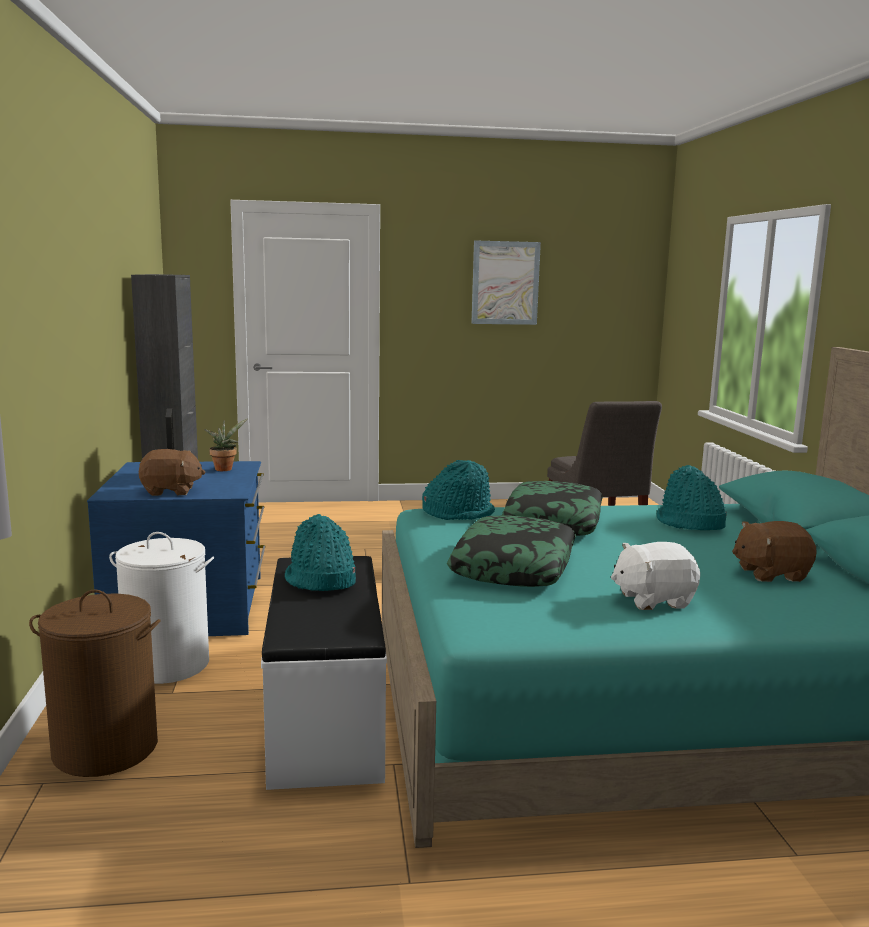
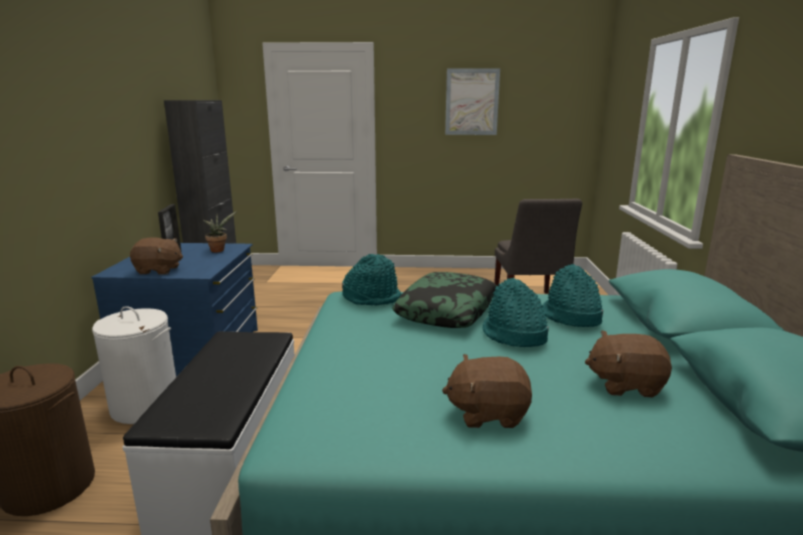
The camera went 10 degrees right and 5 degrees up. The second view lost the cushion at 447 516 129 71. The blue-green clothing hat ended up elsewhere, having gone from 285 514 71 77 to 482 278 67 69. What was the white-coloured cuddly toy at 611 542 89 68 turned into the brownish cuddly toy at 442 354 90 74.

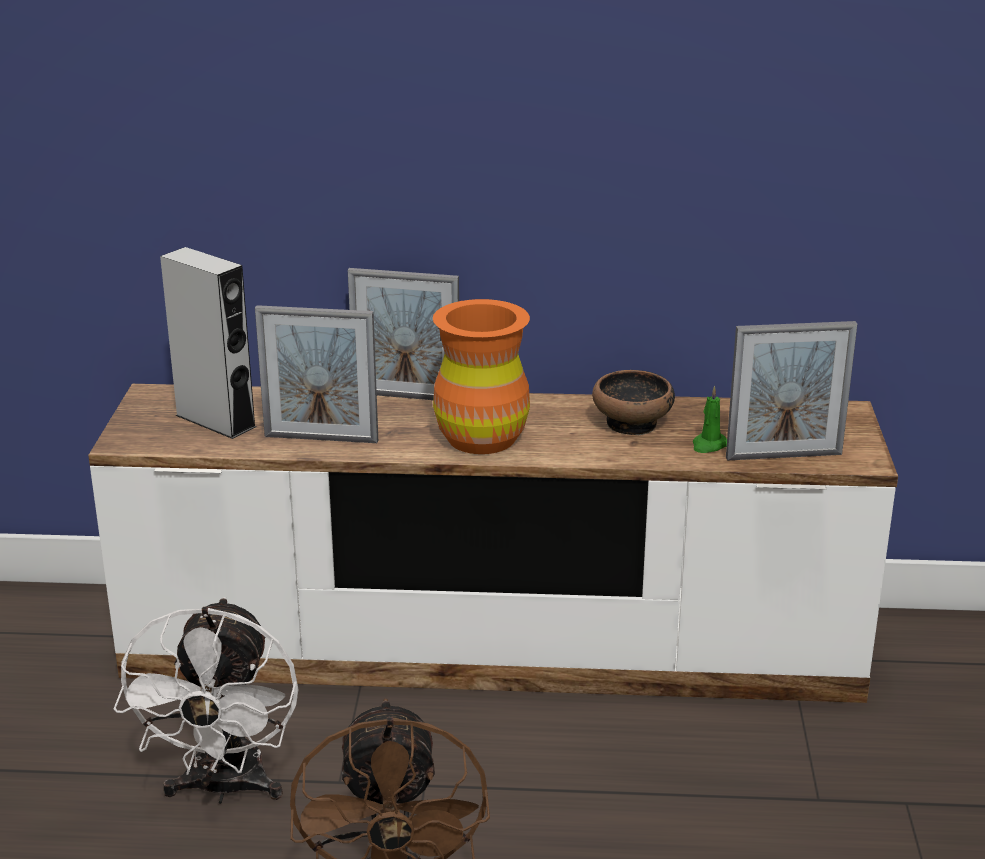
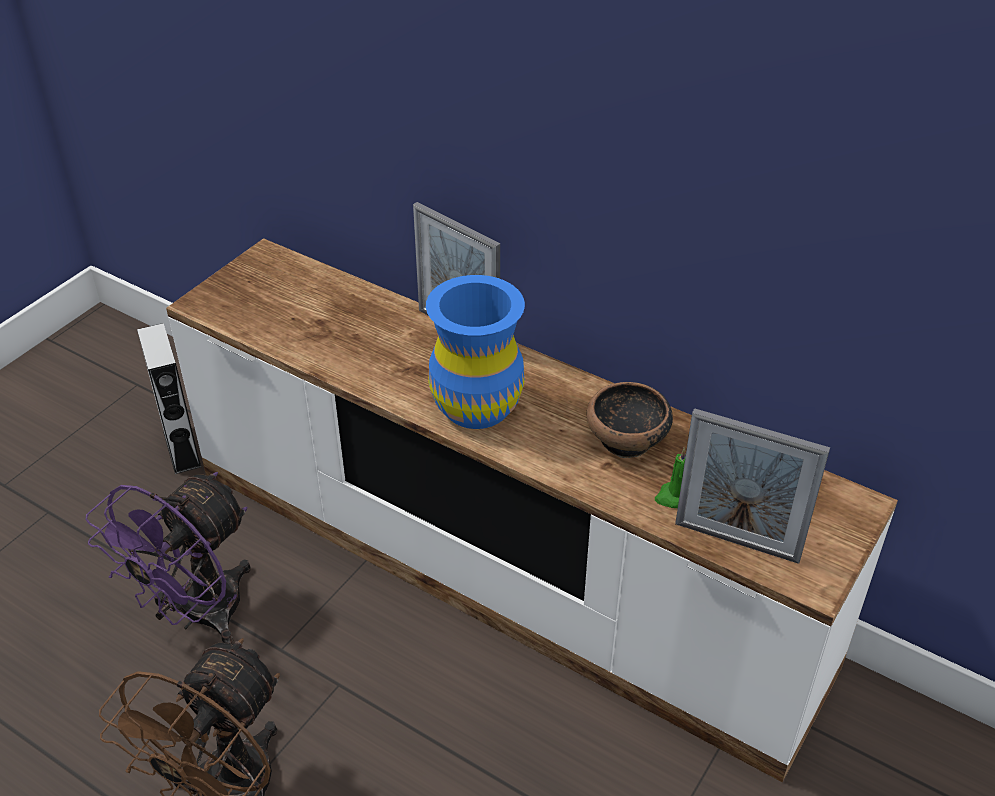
The camera went 30 degrees right and 15 degrees up. The second view lost the picture frame at 255 305 123 138. The grey audio speaker ended up elsewhere, having gone from 160 247 97 192 to 137 323 64 151. What was the white-coloured cooling fan at 114 597 185 207 turned into the purple cooling fan at 85 472 166 171. What was the orangey decorative vase at 433 299 97 155 turned into the blue decorative vase at 426 275 99 154.

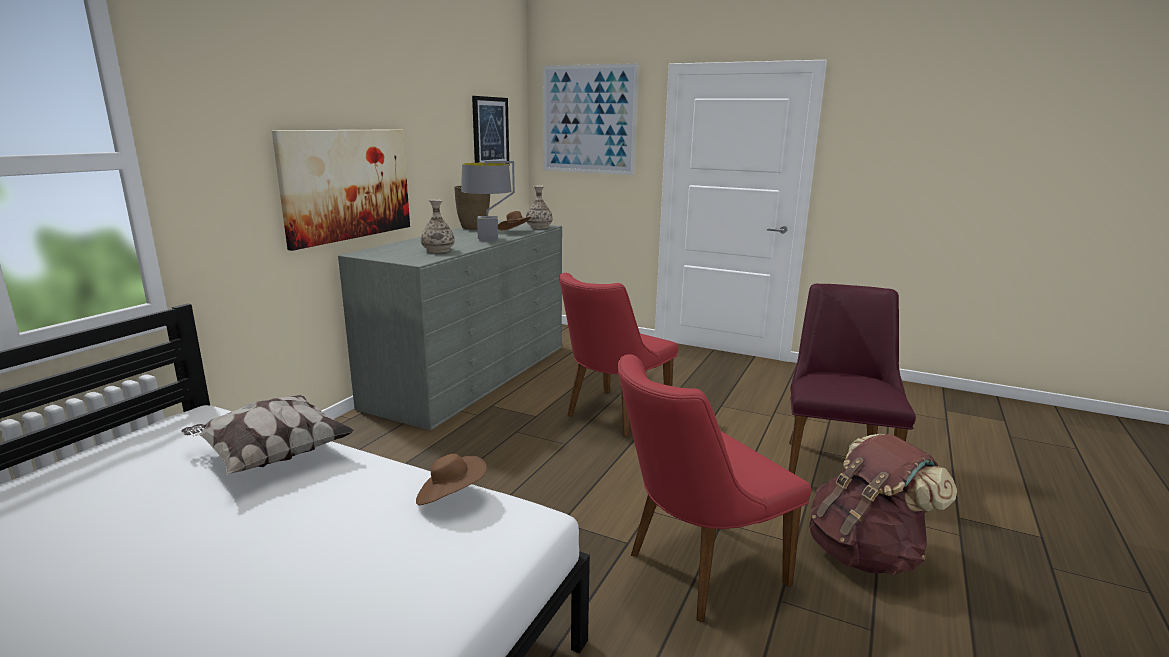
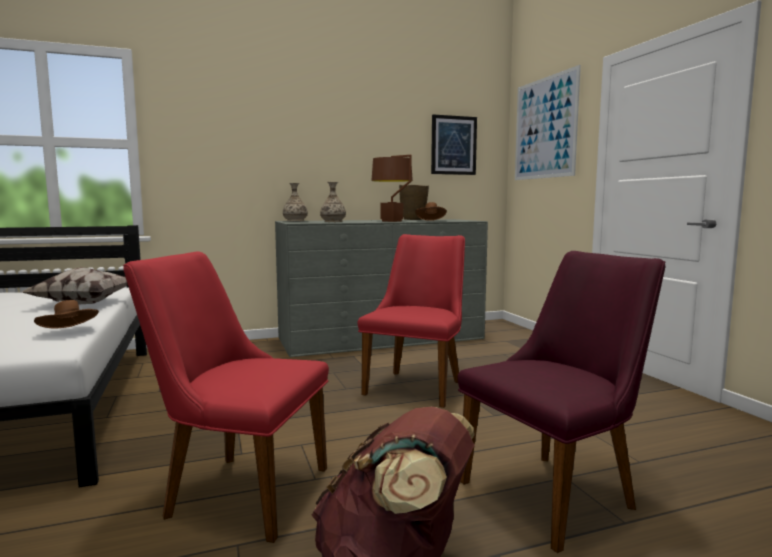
The camera went 45 degrees right and 10 degrees down. The second view lost the wall art at 272 129 138 122. The decorative vase ended up elsewhere, having gone from 526 185 27 44 to 283 183 25 38. What was the grey lamp for a table at 461 161 54 80 turned into the brownish lamp for a table at 371 155 42 67. The red upright chair at 559 273 120 164 ended up facing another way, 120 degrees clockwise from before.

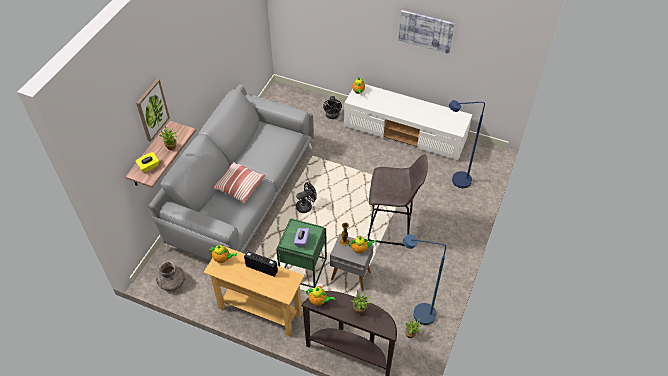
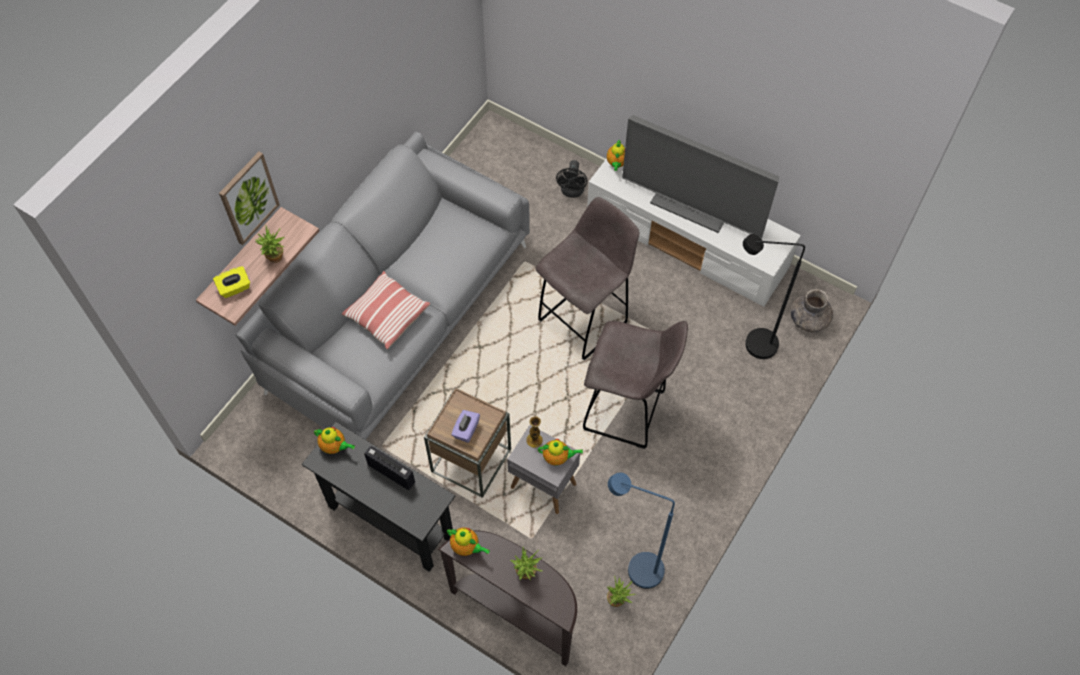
The camera went 10 degrees right and 10 degrees up. The second view lost the black cooling fan at 296 182 21 31. The second view lost the wall art at 398 10 57 44. The second view gained the grey stool seat at 536 197 103 163. The second view gained the TV at 622 115 157 124. The grey decorative vase ended up elsewhere, having gone from 156 261 29 30 to 790 289 43 43. What was the beige-coloured hall table at 203 246 101 90 turned into the black hall table at 302 422 153 150. What was the greenish end table at 276 218 51 70 turned into the brownish end table at 424 388 87 110. What was the blue floor lamp at 449 100 36 88 turned into the black floor lamp at 743 234 62 125.

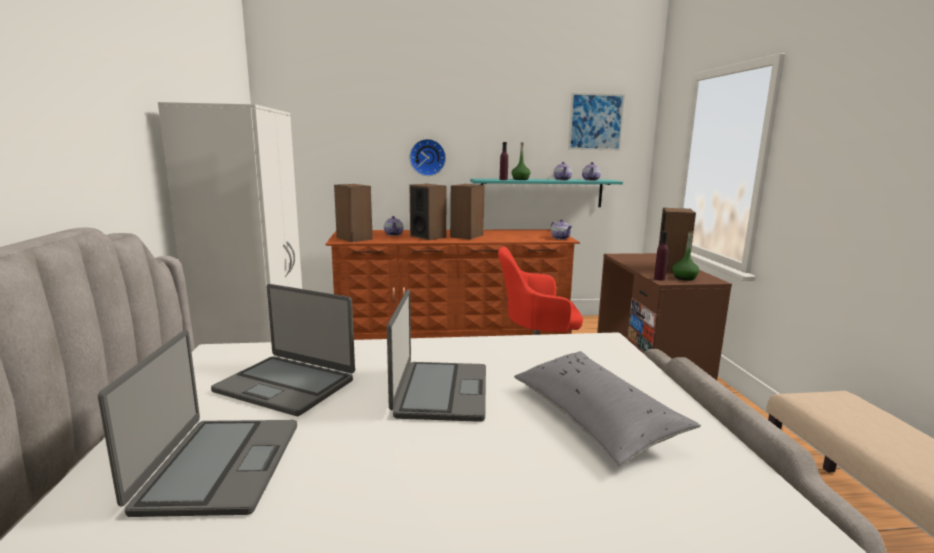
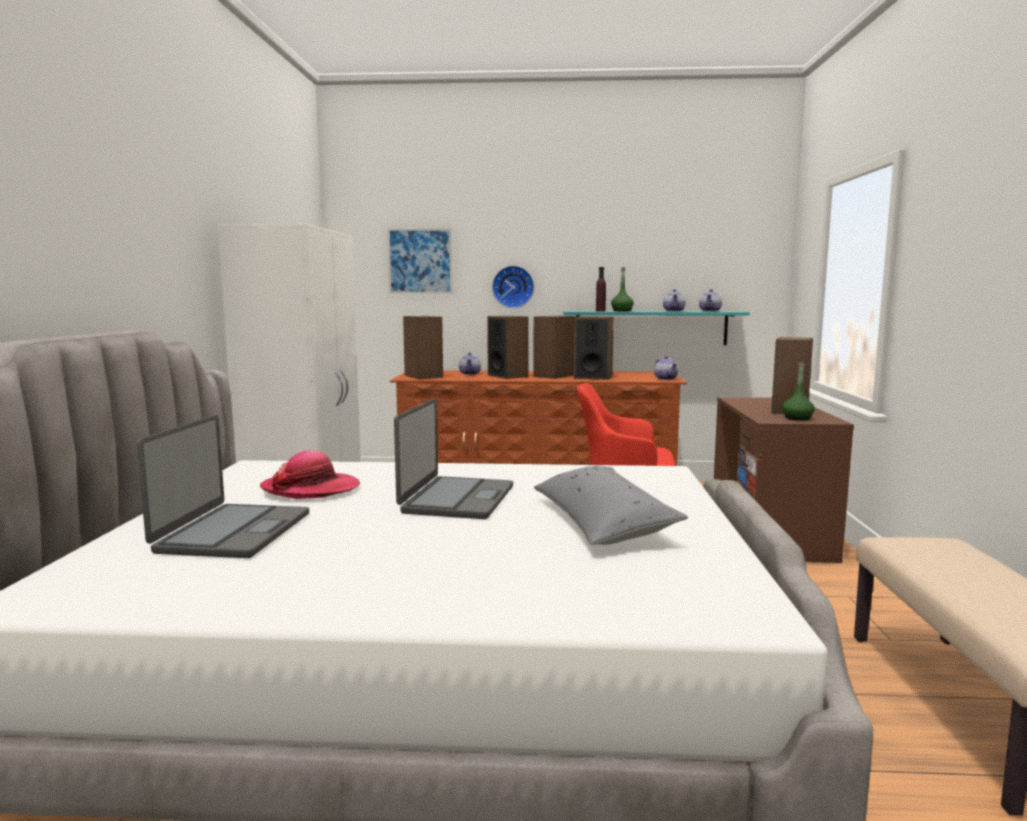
The camera went 10 degrees right and 5 degrees down. The second view lost the purple drink bottle at 654 231 14 50. The second view gained the audio speaker at 574 316 40 64. The wall art ended up elsewhere, having gone from 568 93 57 57 to 387 228 66 66. Where the laptop stood at 211 284 144 132, the clothing hat came to stand at 260 450 100 49.

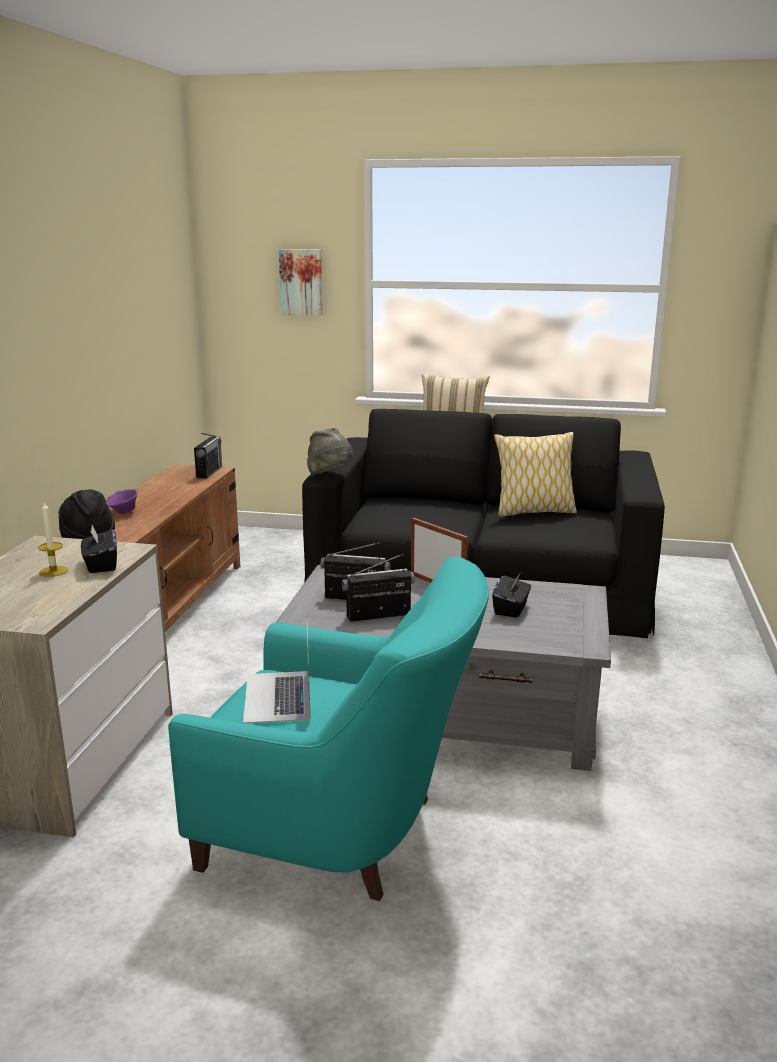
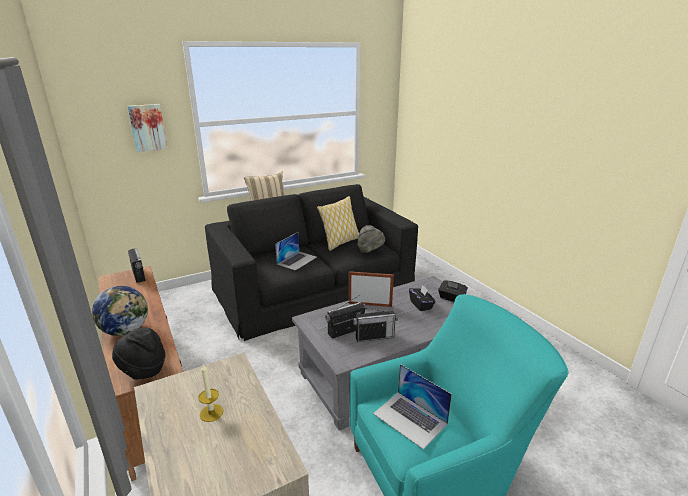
The camera went 40 degrees left and 5 degrees up. The second view gained the laptop at 275 232 42 39. The black tissue holder ended up elsewhere, having gone from 81 525 36 48 to 438 281 30 21. The grey clothing hat ended up elsewhere, having gone from 307 428 47 46 to 357 225 28 28. Where the purple serving bowl stood at 106 489 32 25, the desk globe came to stand at 92 286 56 50. The radio at 342 554 73 68 ended up facing another way, 135 degrees counterclockwise from before.

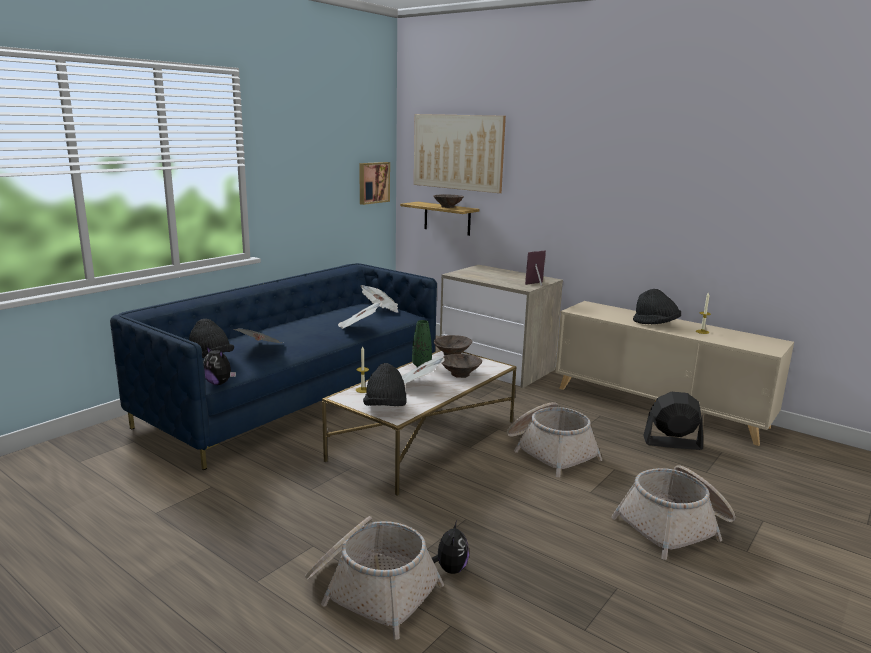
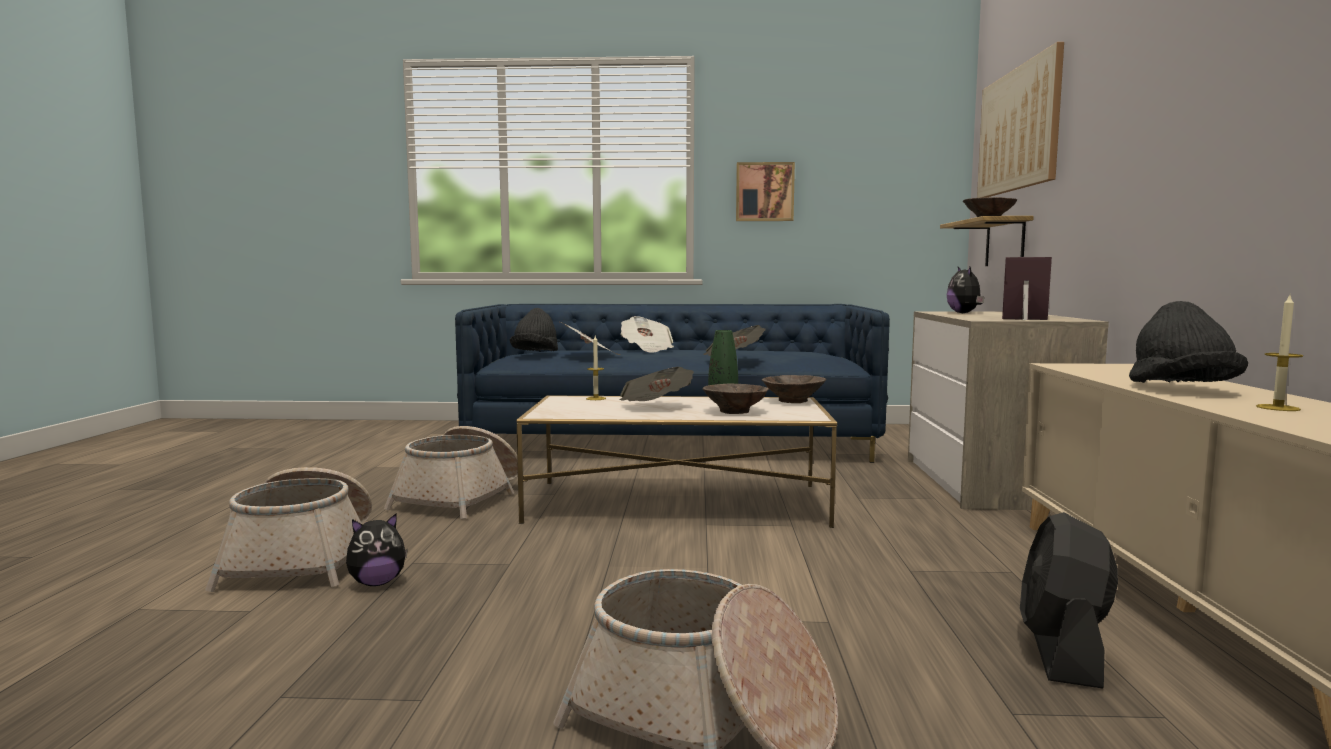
The camera went 55 degrees right and 10 degrees down. The second view lost the black clothing hat at 363 363 43 43. The cuddly toy ended up elsewhere, having gone from 203 347 33 38 to 947 267 37 46. The wall art ended up elsewhere, having gone from 359 162 31 43 to 736 162 59 59. The daily paper ended up elsewhere, having gone from 361 285 37 28 to 621 316 53 37. The household basket ended up elsewhere, having gone from 507 402 95 75 to 384 426 134 93. The black cooling fan at 643 392 60 58 ended up facing another way, 135 degrees counterclockwise from before.

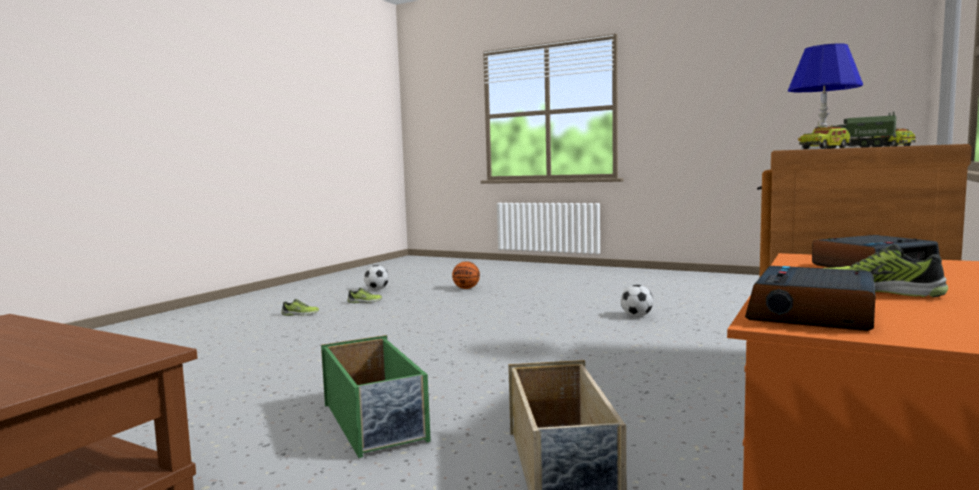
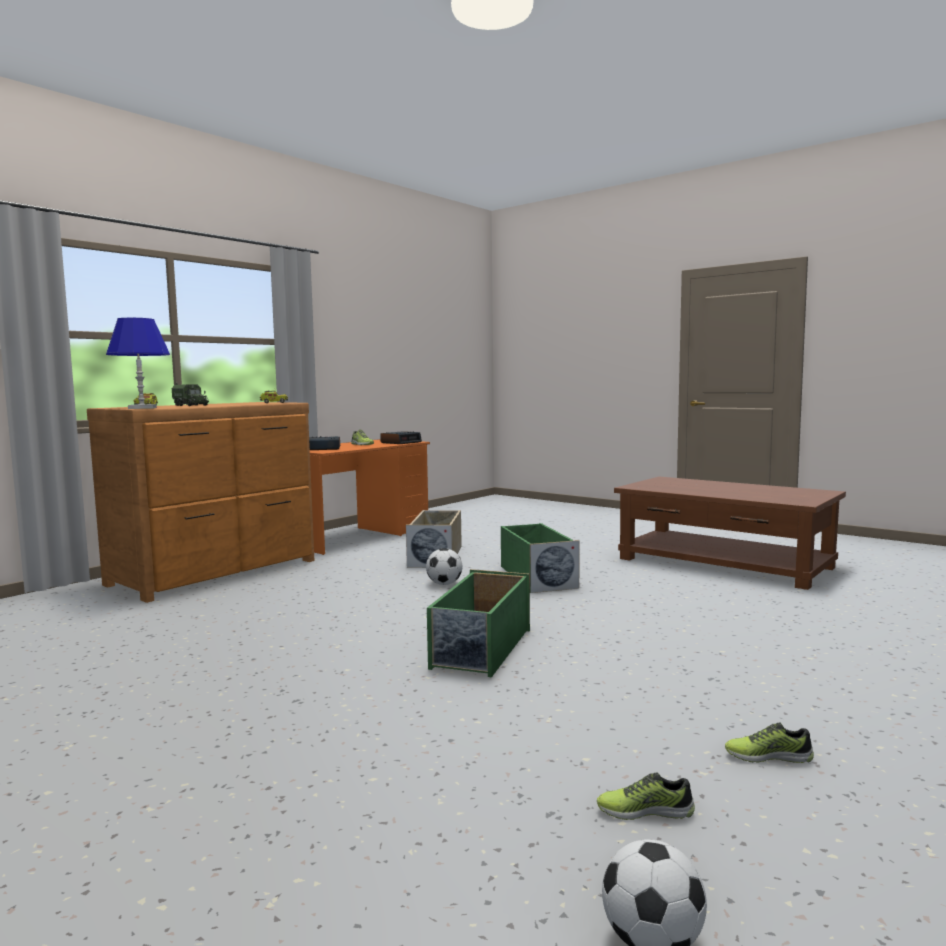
The camera went 170 degrees left and 0 degrees up. The second view lost the ball for basketball at 452 261 28 28. The second view gained the greenish storage container at 427 569 103 108. The ball for football ended up elsewhere, having gone from 621 285 33 32 to 426 548 36 37.

